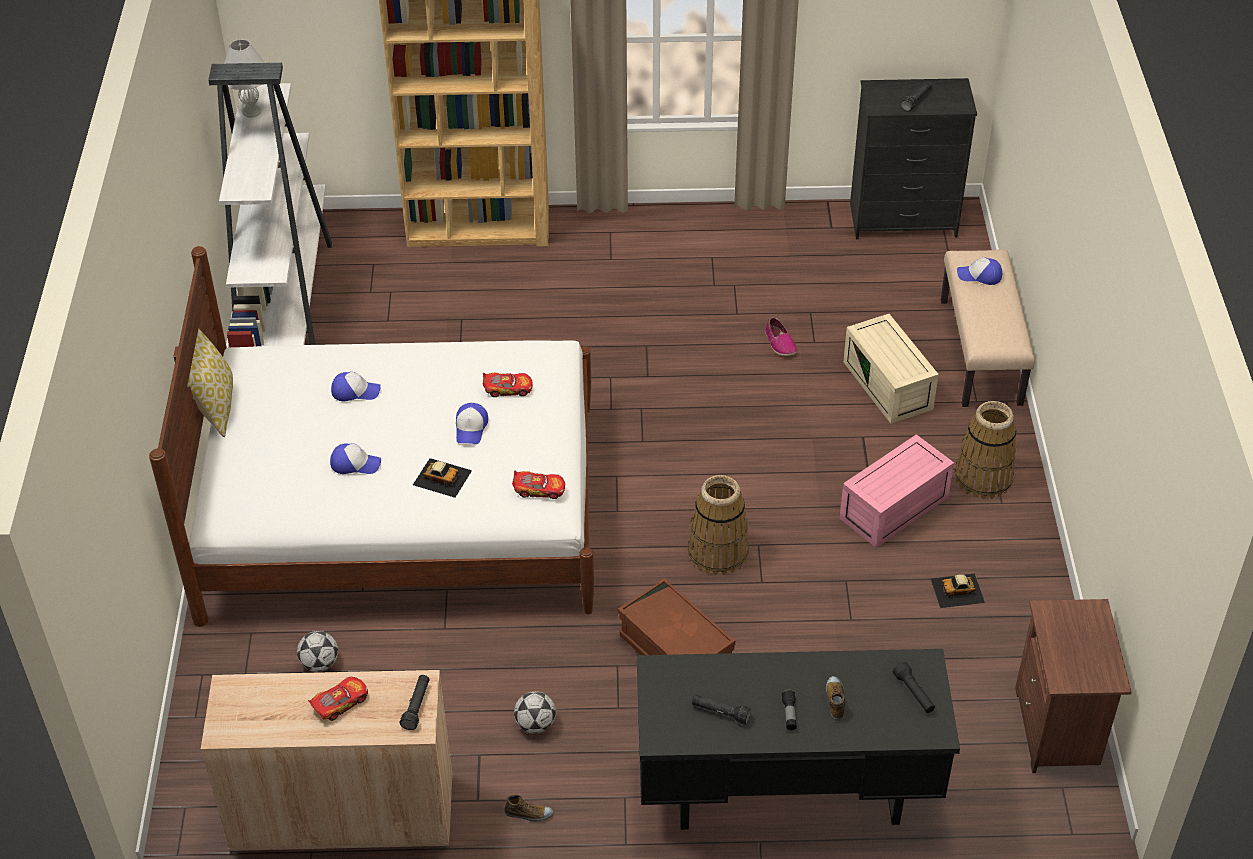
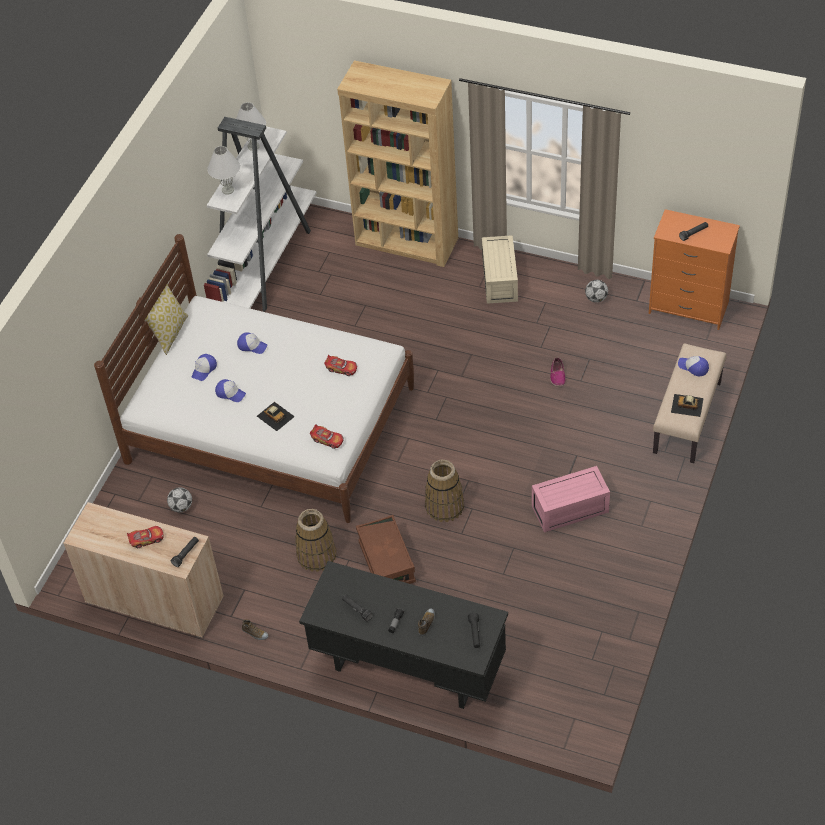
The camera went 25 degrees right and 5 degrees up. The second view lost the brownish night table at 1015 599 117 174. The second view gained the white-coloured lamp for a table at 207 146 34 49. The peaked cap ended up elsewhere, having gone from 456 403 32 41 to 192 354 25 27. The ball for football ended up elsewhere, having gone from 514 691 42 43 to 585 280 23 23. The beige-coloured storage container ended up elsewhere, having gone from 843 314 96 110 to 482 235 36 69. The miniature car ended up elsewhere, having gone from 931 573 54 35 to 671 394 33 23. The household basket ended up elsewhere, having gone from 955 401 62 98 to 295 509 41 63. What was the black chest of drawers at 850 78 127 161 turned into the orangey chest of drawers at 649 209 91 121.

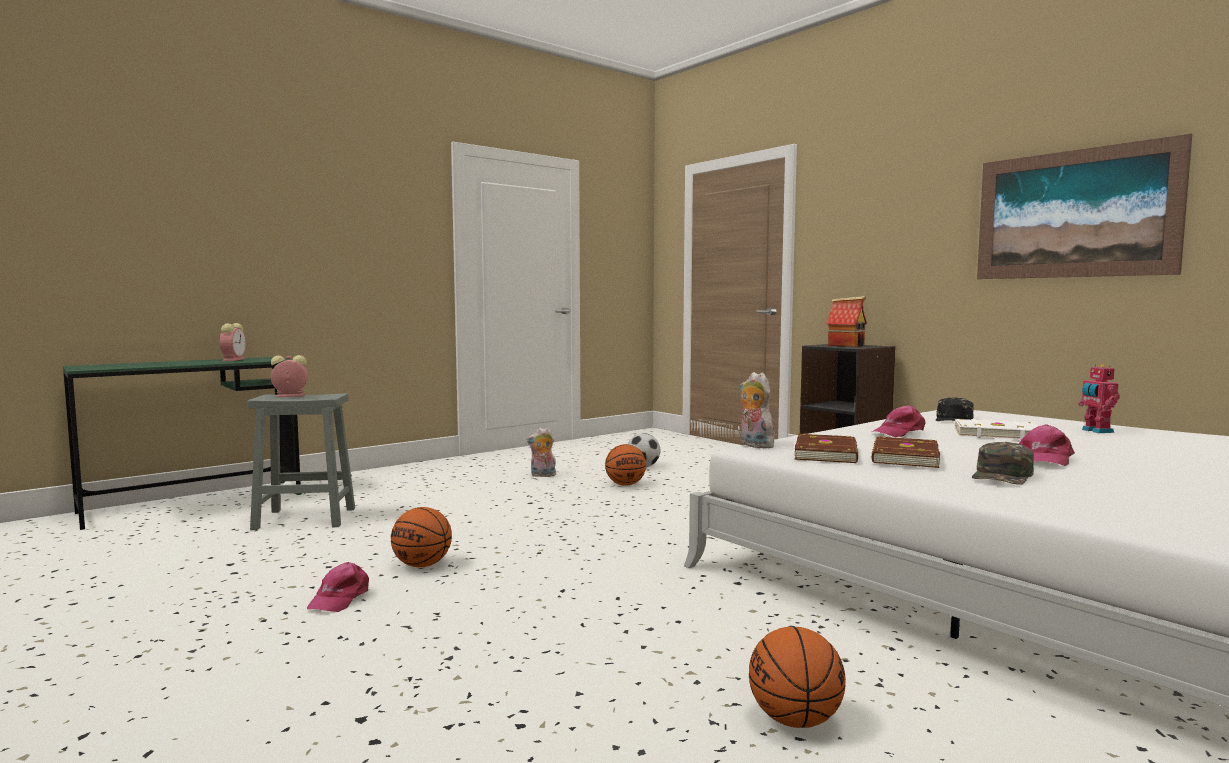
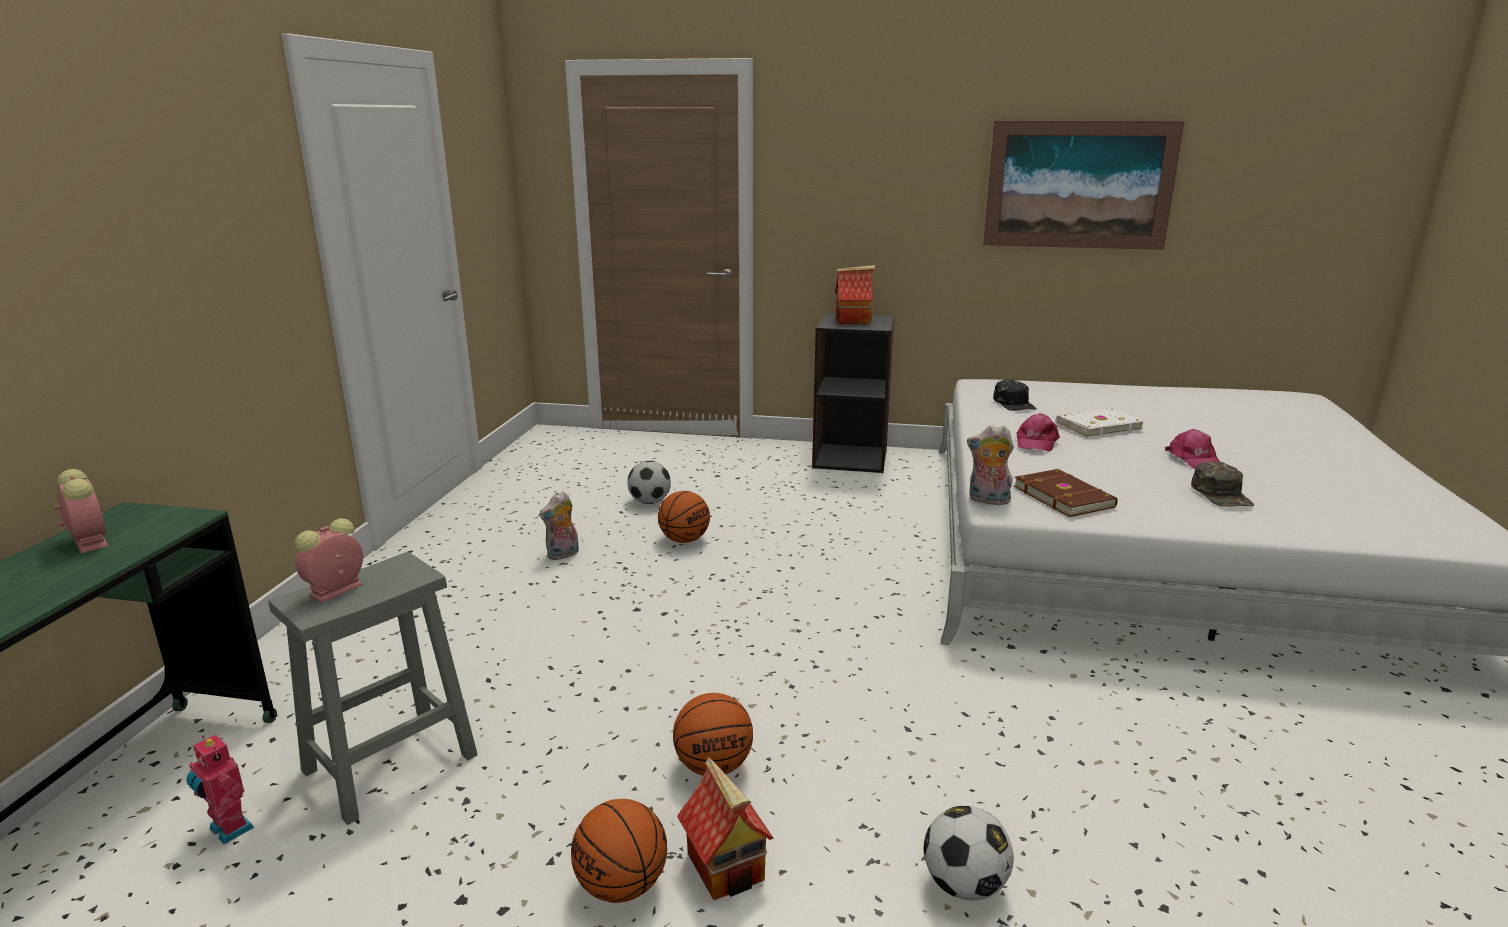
The camera went 40 degrees left and 15 degrees up. The second view lost the brownish book at 872 436 68 32. The second view gained the ball for football at 924 806 90 94. The ball for basketball ended up elsewhere, having gone from 749 627 97 101 to 571 799 96 104. The robot figure ended up elsewhere, having gone from 1078 364 42 69 to 186 735 68 109. Where the pink-coloured peaked cap stood at 307 562 62 50, the miniature house came to stand at 677 757 97 143.

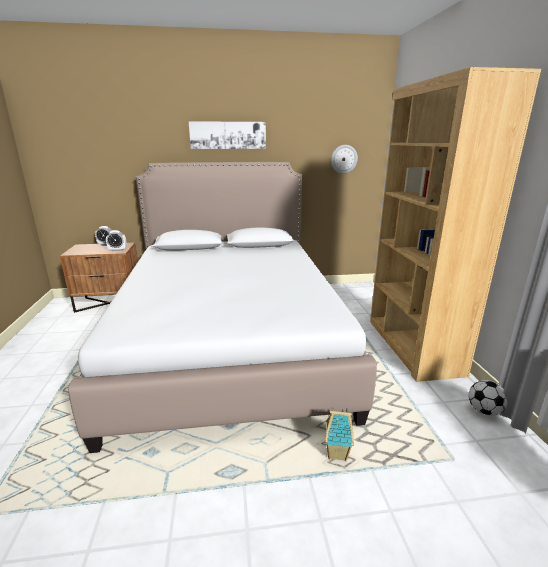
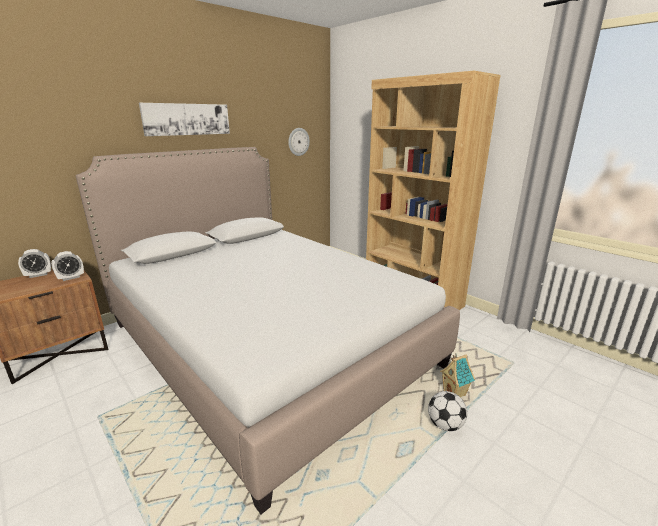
The camera went 35 degrees left and 0 degrees up. The ball for football ended up elsewhere, having gone from 469 380 38 36 to 428 391 39 40.

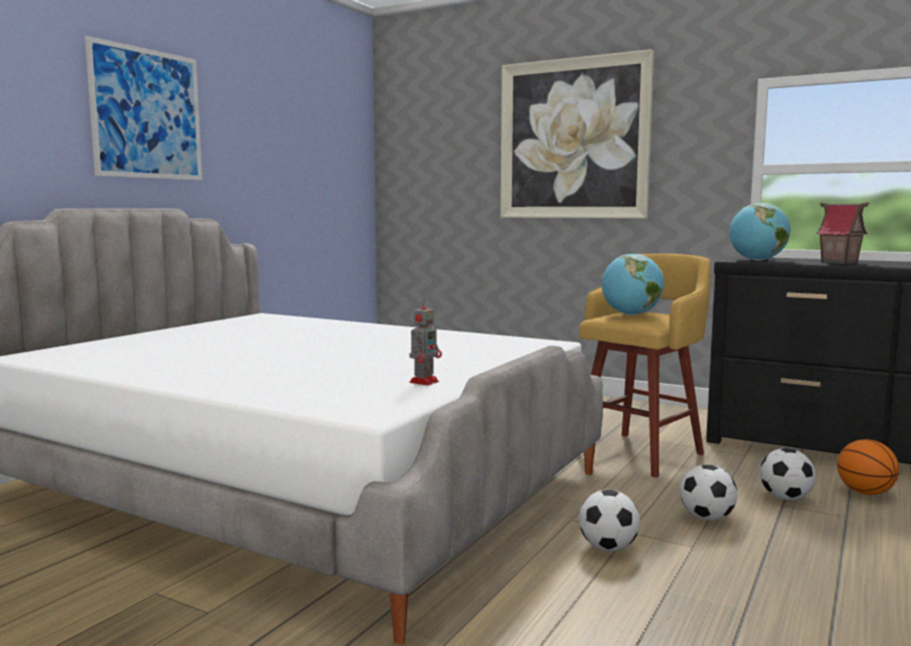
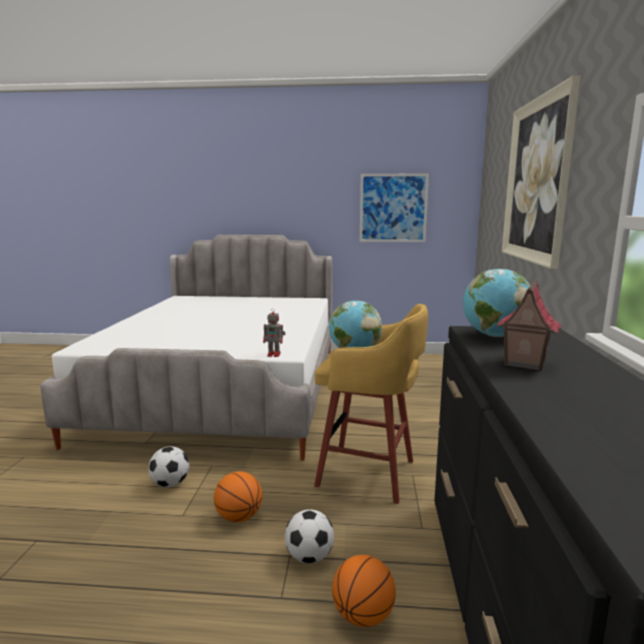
The camera went 65 degrees right and 5 degrees up. The wall art ended up elsewhere, having gone from 85 36 117 144 to 360 173 69 69. The robot figure ended up elsewhere, having gone from 409 299 33 87 to 263 308 22 49. Where the ball for football stood at 680 465 57 55, the ball for basketball came to stand at 214 471 48 51.

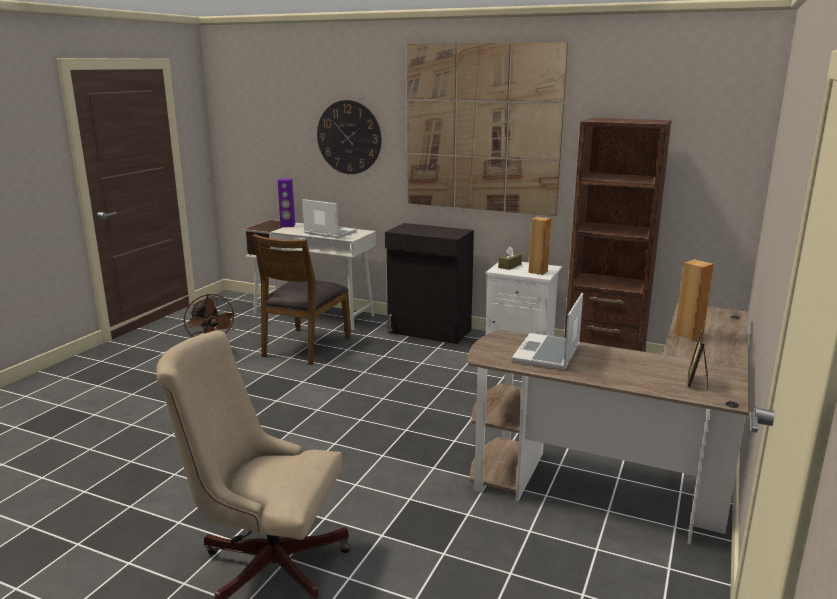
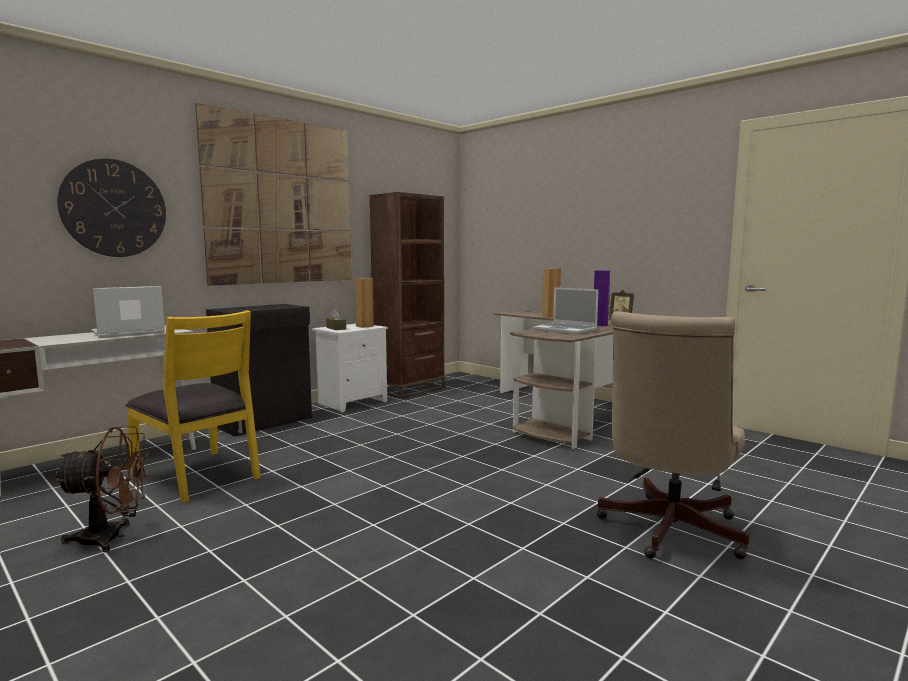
The camera went 70 degrees left and 10 degrees down. The purple audio speaker ended up elsewhere, having gone from 278 179 17 48 to 594 270 16 56. What was the brownish upright chair at 253 234 98 131 turned into the yellow upright chair at 125 310 136 193.

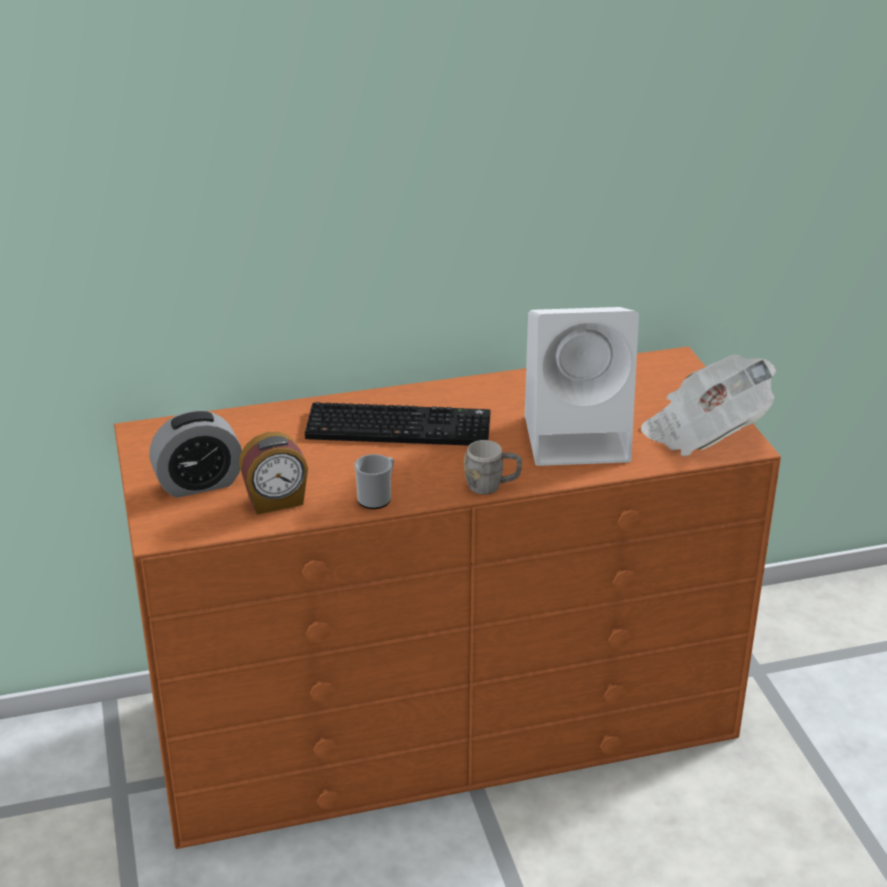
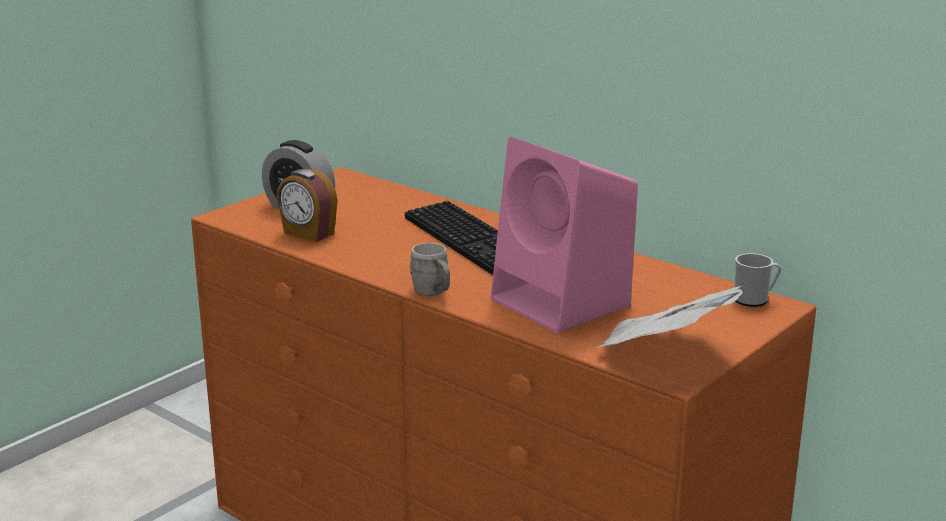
The camera went 55 degrees right and 10 degrees down. The coffee mug ended up elsewhere, having gone from 354 454 40 55 to 734 253 48 54. What was the white-coloured audio speaker at 525 307 114 159 turned into the pink-coloured audio speaker at 491 137 147 196.

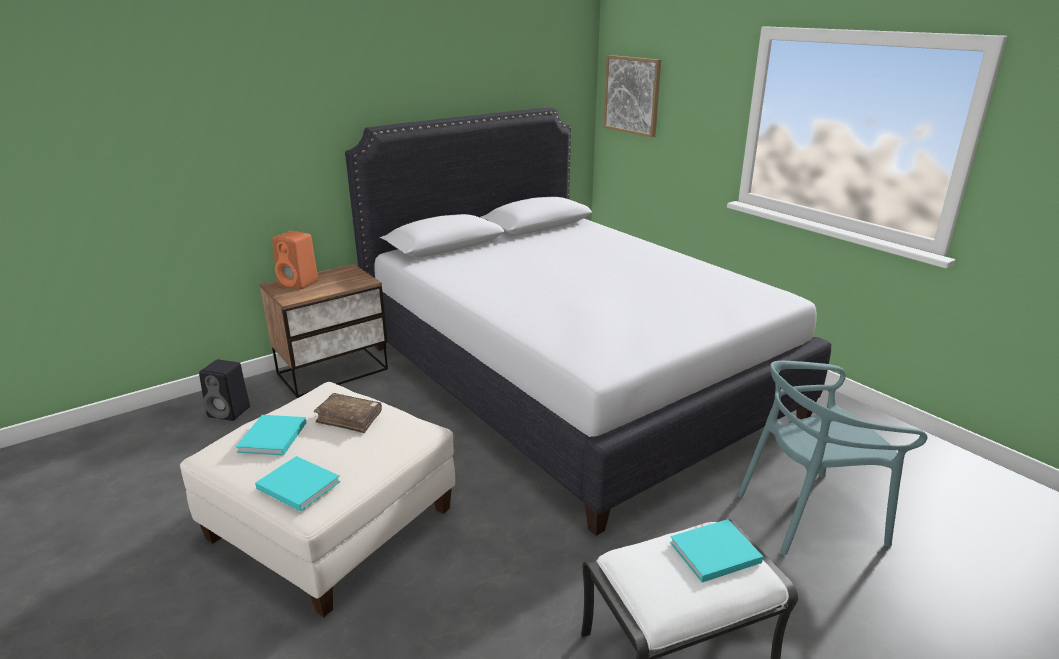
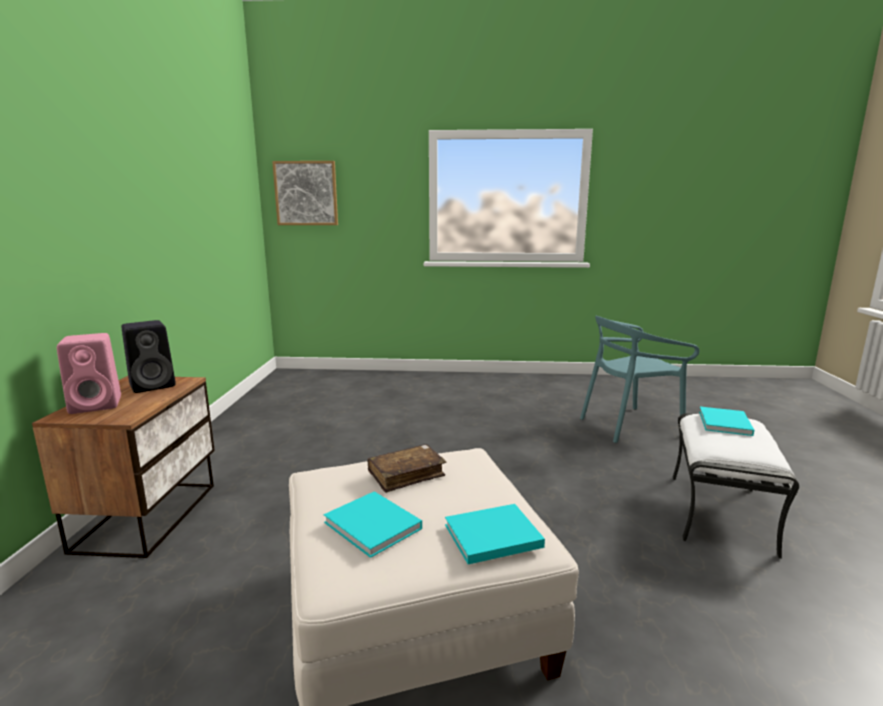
The camera went 50 degrees left and 10 degrees down. The second view lost the white-coloured sleeping bed at 345 108 486 428. The black audio speaker ended up elsewhere, having gone from 199 359 51 62 to 122 320 54 73. What was the orangey audio speaker at 272 231 46 59 turned into the pink-coloured audio speaker at 57 333 64 81. The blue-green upright chair at 737 361 190 194 ended up facing another way, 45 degrees clockwise from before.

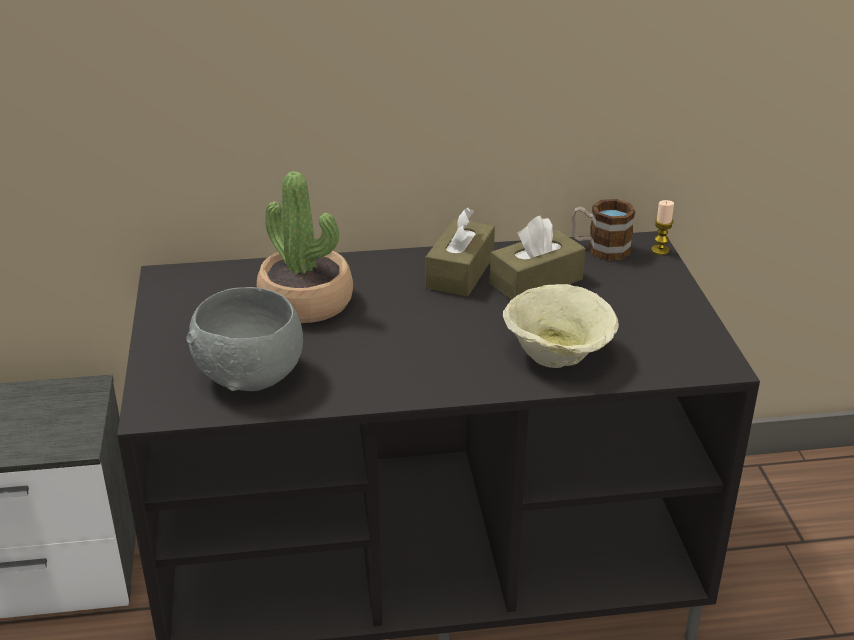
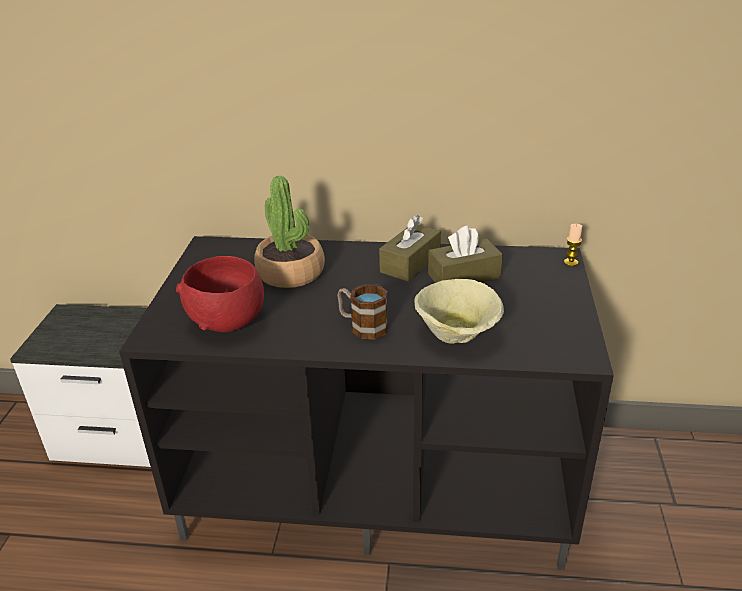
The camera went 15 degrees right and 0 degrees up. The coffee mug ended up elsewhere, having gone from 572 199 63 62 to 337 284 51 55. What was the grey serving bowl at 186 287 117 104 turned into the red serving bowl at 176 256 88 76.

